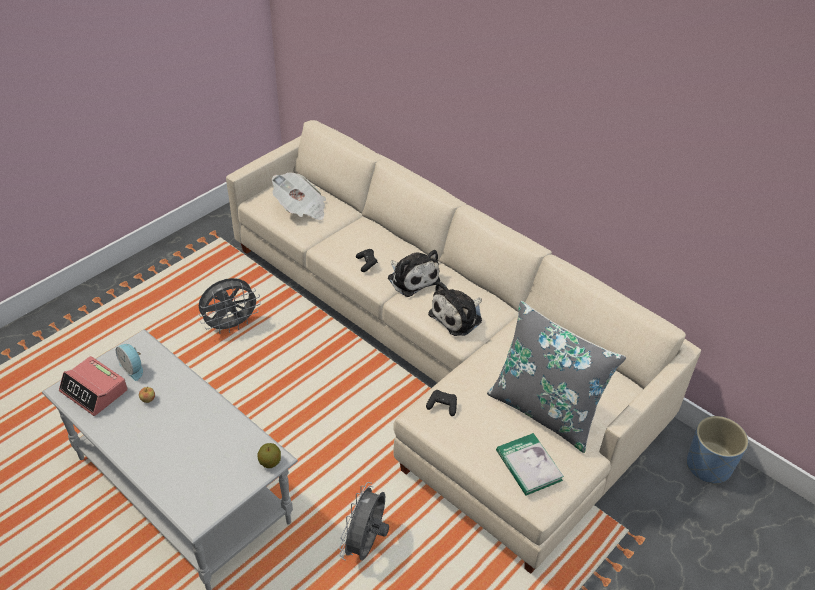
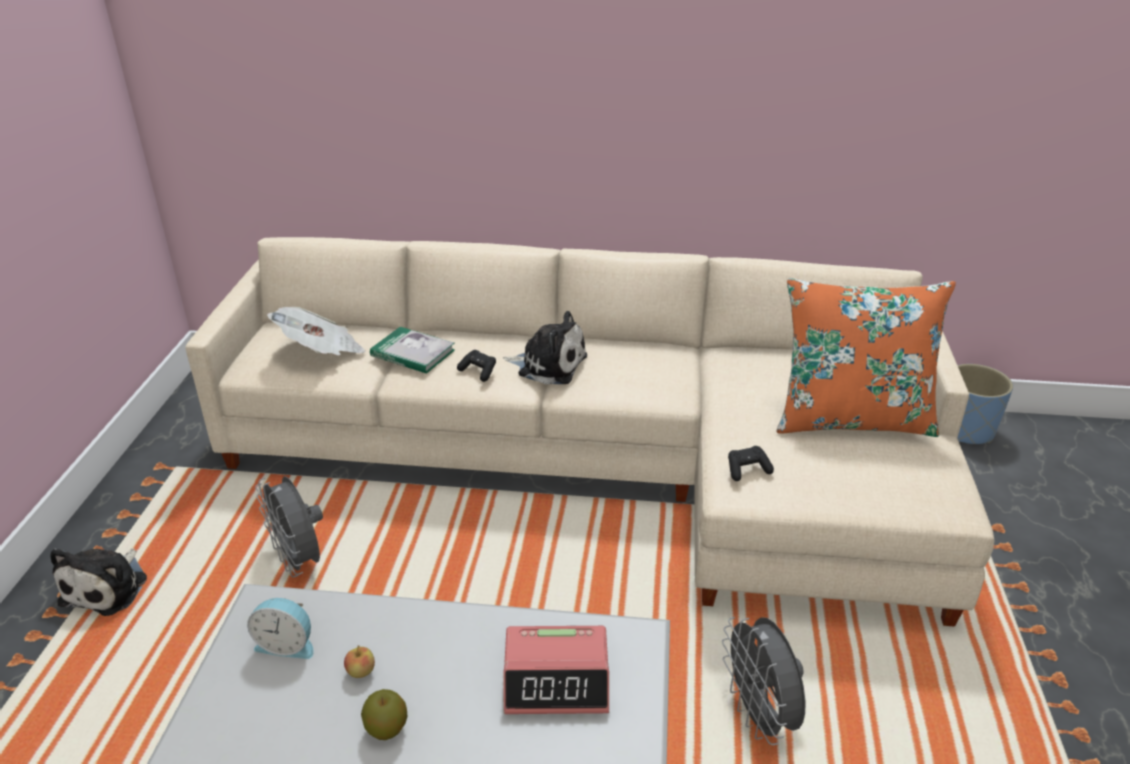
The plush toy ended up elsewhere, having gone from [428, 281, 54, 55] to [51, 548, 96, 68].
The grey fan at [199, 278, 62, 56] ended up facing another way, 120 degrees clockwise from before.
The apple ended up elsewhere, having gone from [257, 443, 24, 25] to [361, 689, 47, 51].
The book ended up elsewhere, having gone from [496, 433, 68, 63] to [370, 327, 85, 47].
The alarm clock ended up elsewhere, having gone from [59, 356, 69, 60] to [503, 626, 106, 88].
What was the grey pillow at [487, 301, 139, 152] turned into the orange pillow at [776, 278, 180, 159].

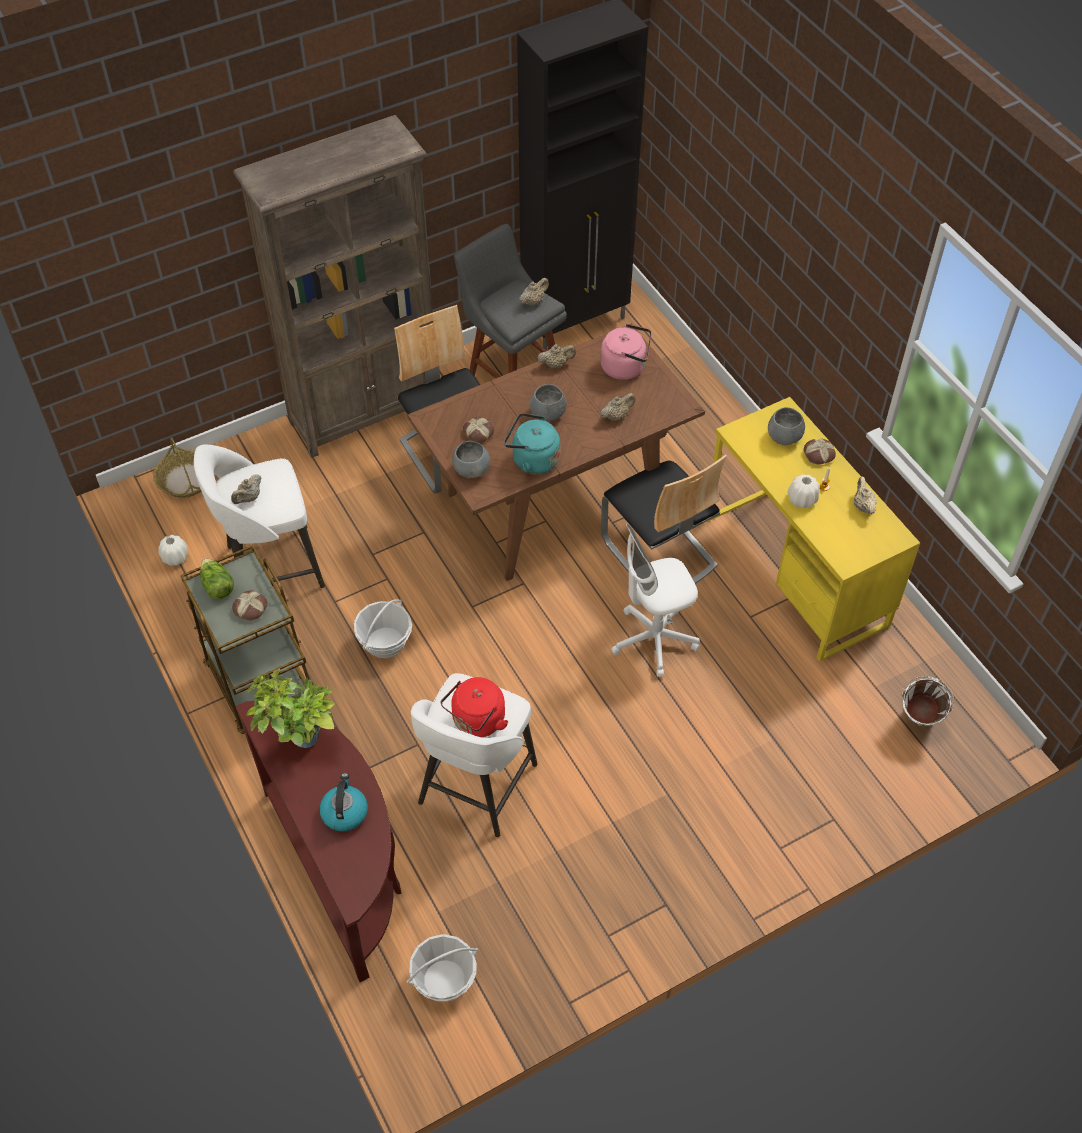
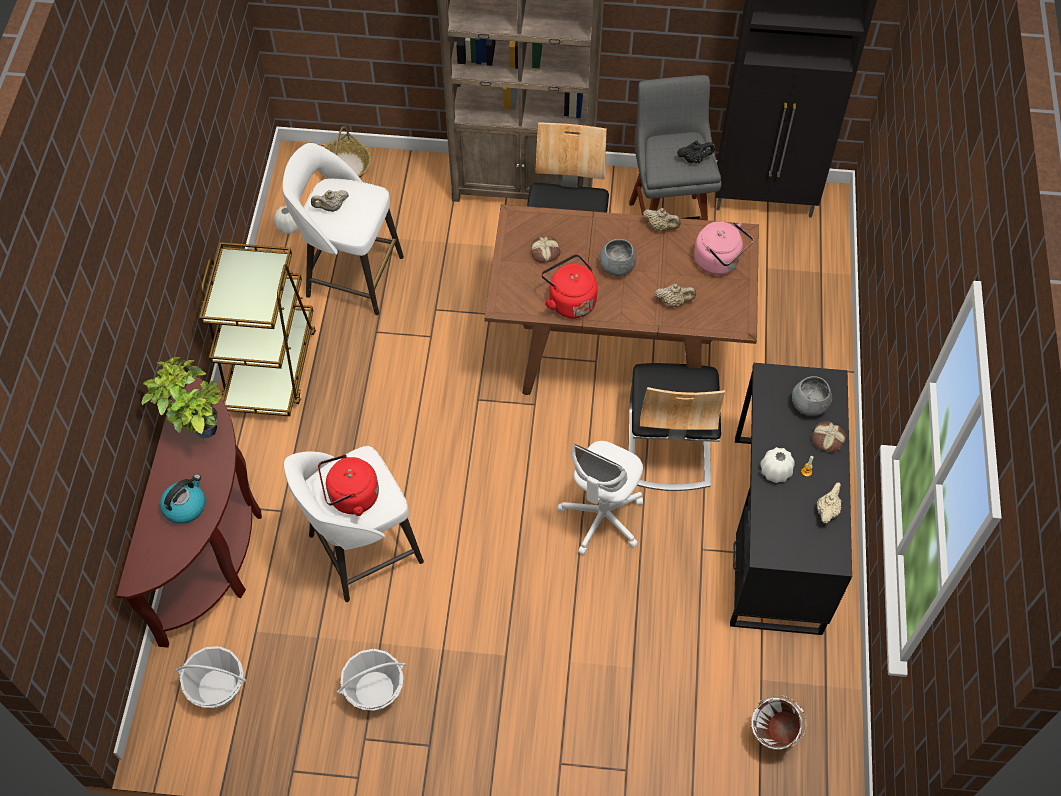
The basket ended up elsewhere, having gone from [354, 599, 58, 59] to [337, 649, 68, 62].
What was the turquoise kettle at [504, 413, 56, 61] turned into the red kettle at [541, 254, 57, 64].
The white office chair at [611, 524, 89, 153] ended up facing another way, 75 degrees counterclockwise from before.
What was the beige teapot at [519, 278, 30, 28] turned into the black teapot at [677, 141, 38, 22].
What was the yellow desk at [708, 397, 212, 265] turned into the black desk at [730, 363, 122, 272].
The second view lost the lettuce at [200, 558, 34, 42].
The second view lost the bread at [232, 590, 36, 31].
The second view lost the grey bowl at [452, 441, 38, 37].

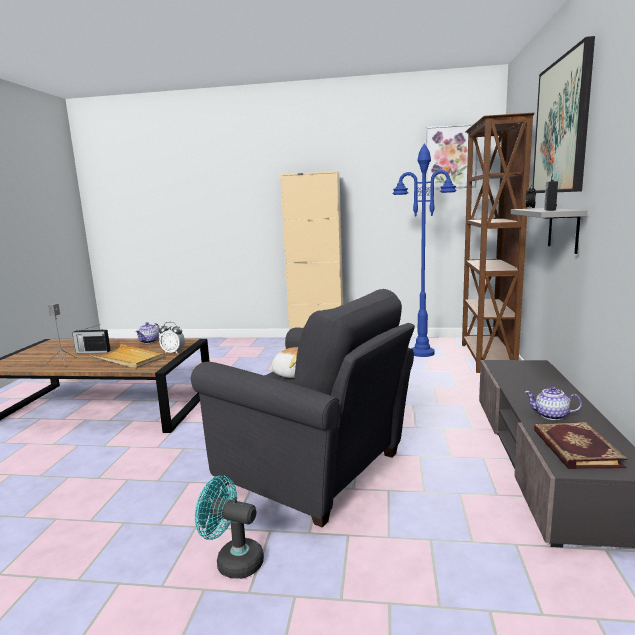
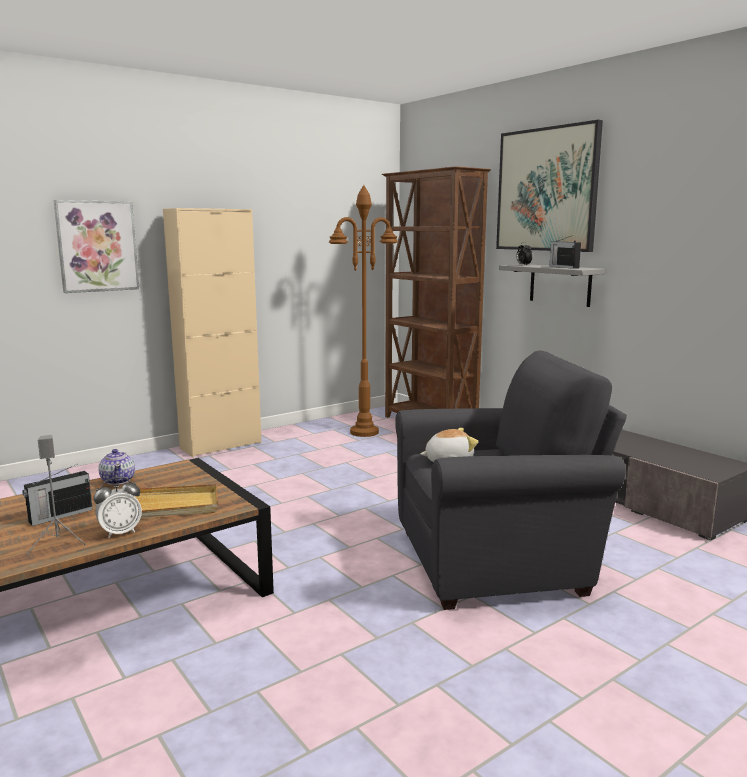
The picture ended up elsewhere, having gone from [426, 124, 52, 66] to [54, 200, 85, 93].
The alarm clock ended up elsewhere, having gone from [159, 322, 26, 32] to [93, 477, 49, 61].
What was the blue floor lamp at [393, 143, 64, 214] turned into the brown floor lamp at [329, 185, 69, 252].
The second view lost the turquoise fan at [195, 475, 69, 104].
The second view lost the teapot at [525, 386, 57, 34].
The second view lost the book at [534, 422, 94, 47].

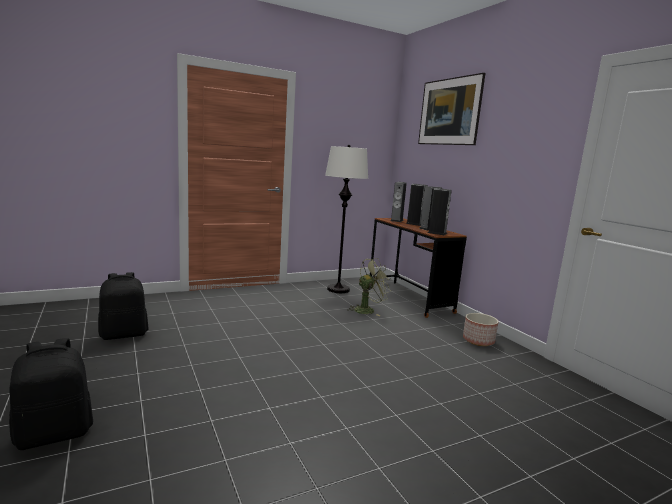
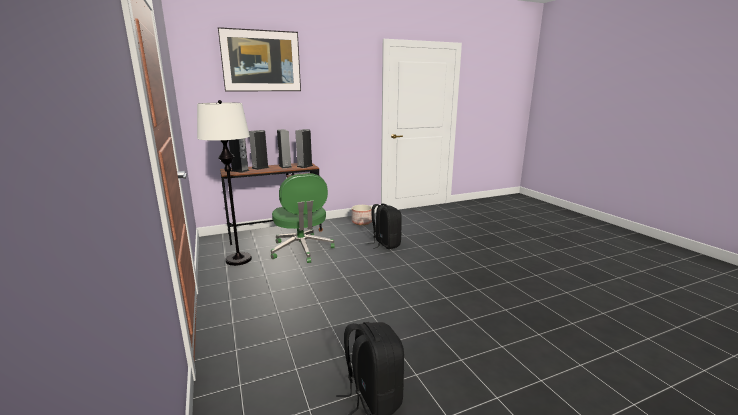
Where the green fan stood at [349, 258, 42, 58], the green office chair came to stand at [271, 173, 64, 90].
The black backpack ended up elsewhere, having gone from [9, 338, 84, 112] to [367, 204, 35, 45].

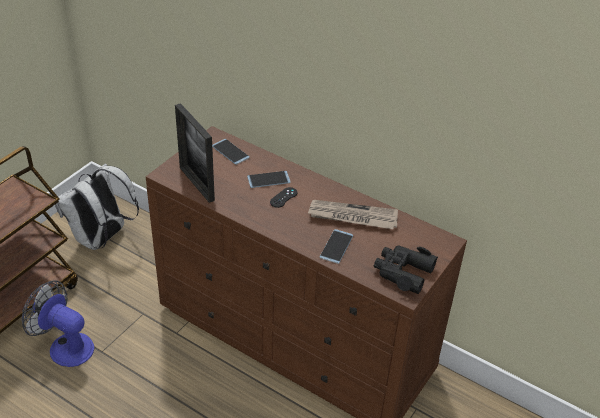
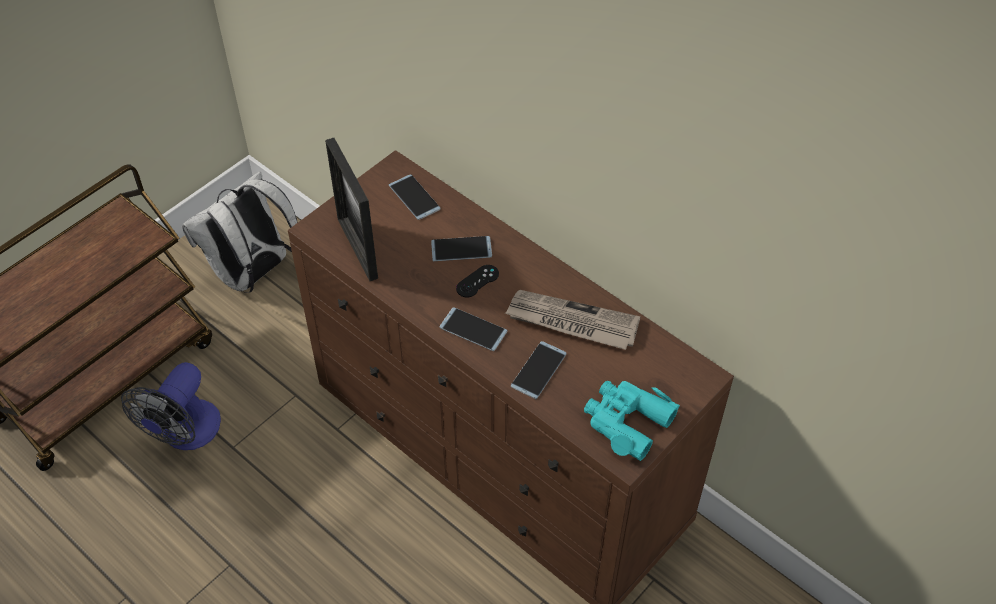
The fan at [22, 280, 73, 87] ended up facing another way, 105 degrees counterclockwise from before.
The second view gained the phone at [440, 307, 68, 44].
What was the black binoculars at [374, 245, 64, 49] turned into the turquoise binoculars at [584, 381, 96, 80].

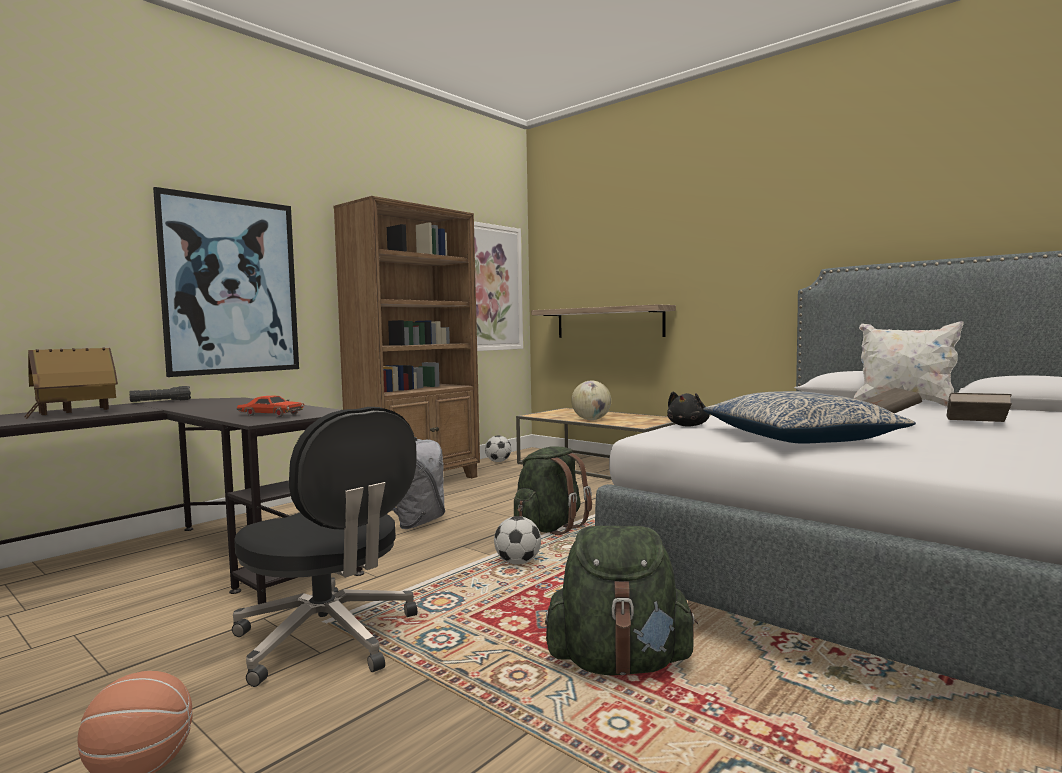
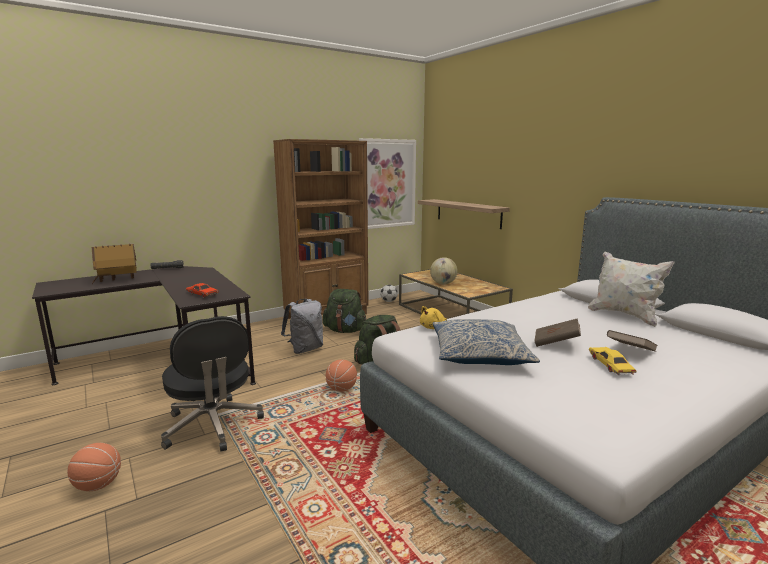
The green backpack ended up elsewhere, having gone from [545, 526, 153, 149] to [323, 289, 43, 44].
Where the football stood at [494, 516, 47, 49], the basketball came to stand at [326, 359, 31, 33].
What was the black plush toy at [667, 392, 43, 35] turned into the yellow plush toy at [420, 306, 27, 23].
The second view gained the yellow toy car at [589, 347, 47, 28].
The second view lost the picture at [153, 187, 146, 190].

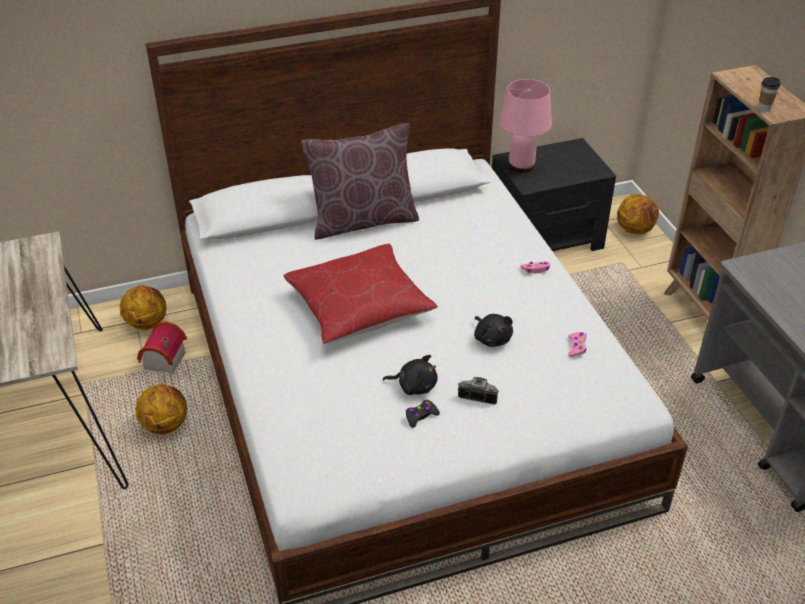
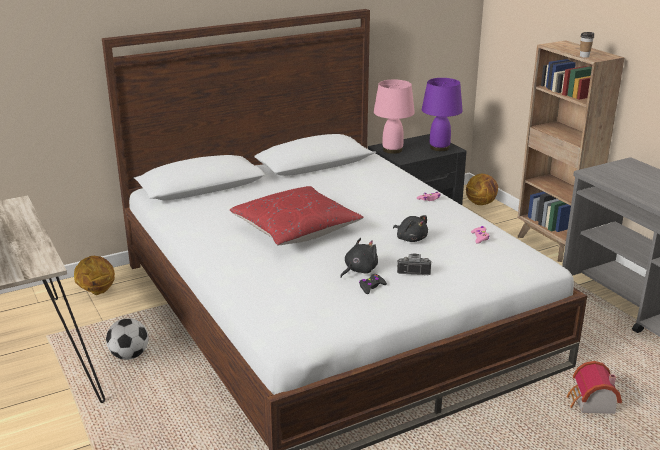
Where the basketball stood at [136, 384, 51, 51], the football came to stand at [106, 318, 42, 42].
The black plush toy at [383, 355, 55, 40] ended up facing another way, 45 degrees counterclockwise from before.
The second view gained the purple table lamp at [422, 78, 41, 73].
The toy house ended up elsewhere, having gone from [137, 322, 50, 51] to [567, 361, 55, 53].
The second view lost the brown pillow at [301, 123, 118, 117].

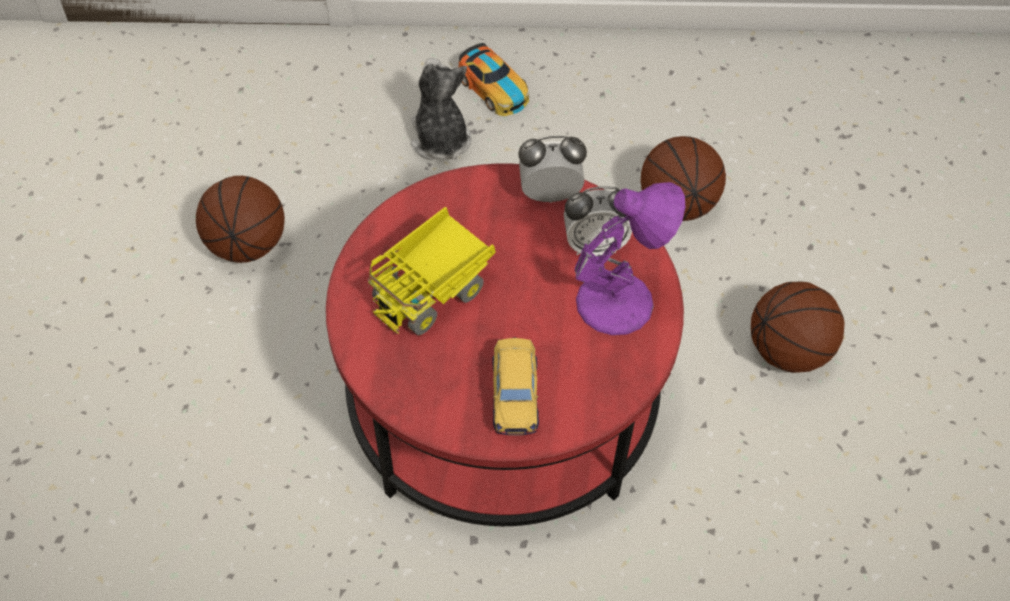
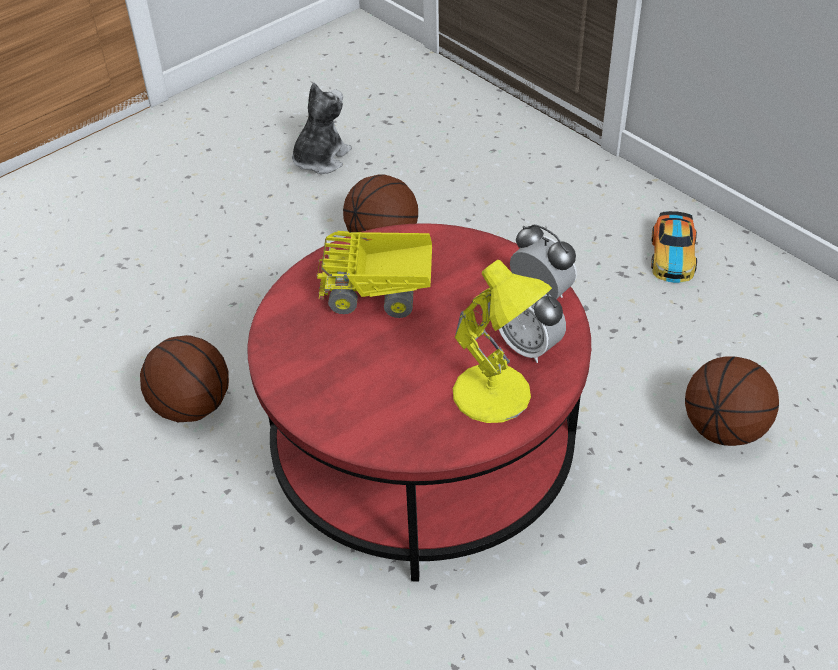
The basketball ended up elsewhere, having gone from [751, 282, 94, 91] to [140, 335, 89, 87].
The plush toy ended up elsewhere, having gone from [411, 58, 60, 102] to [292, 82, 60, 92].
What was the purple table lamp at [574, 182, 112, 153] turned into the yellow table lamp at [453, 260, 99, 163].
The second view lost the toy car at [493, 337, 46, 99].

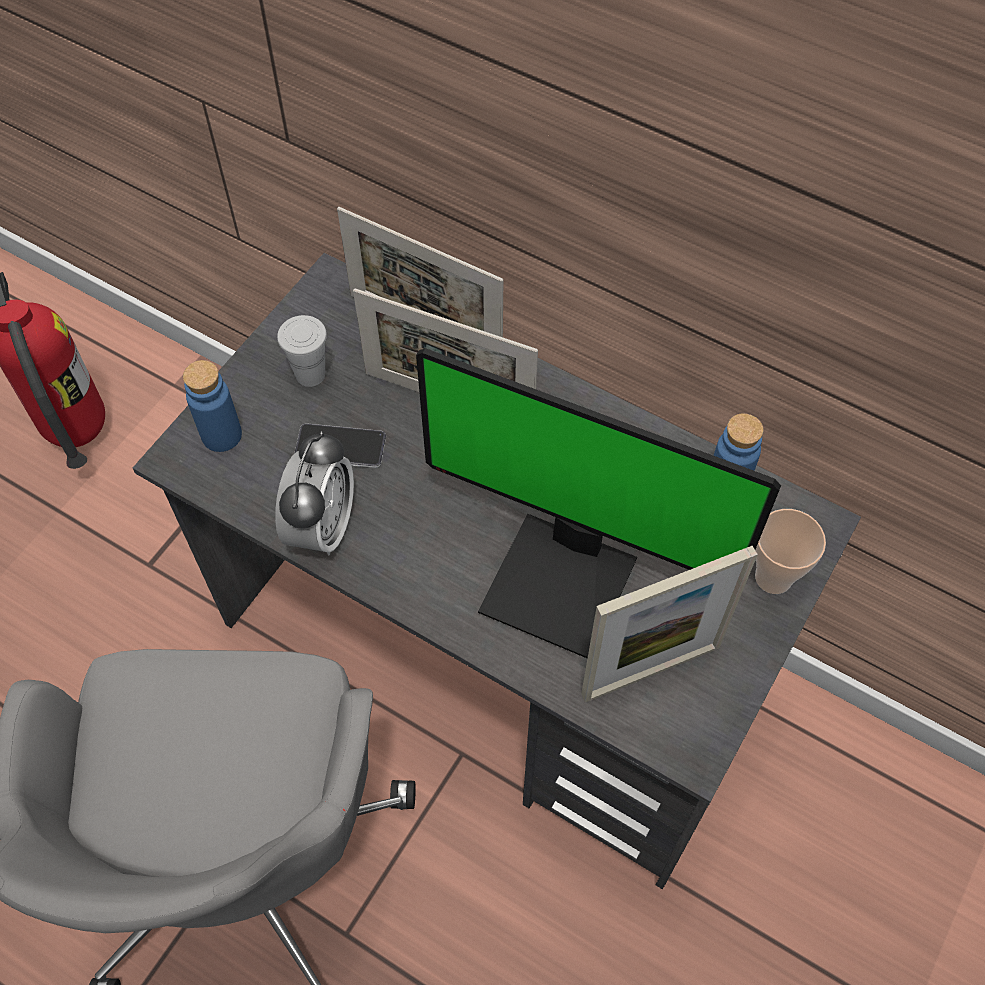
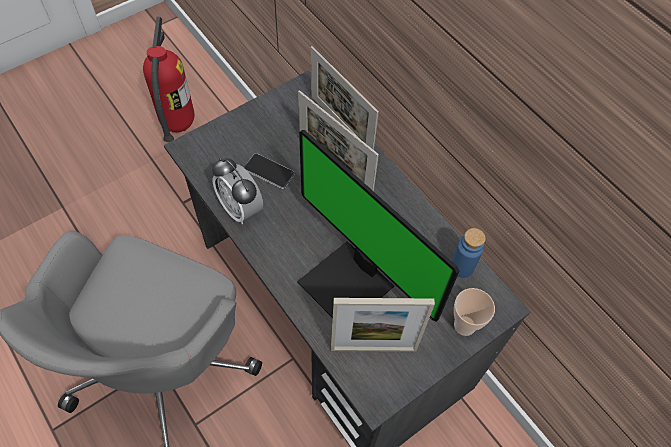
The alarm clock at [275, 431, 79, 124] ended up facing another way, 105 degrees clockwise from before.
The second view lost the blue bottle at [183, 360, 59, 92].
The second view lost the white cup at [277, 315, 50, 72].

